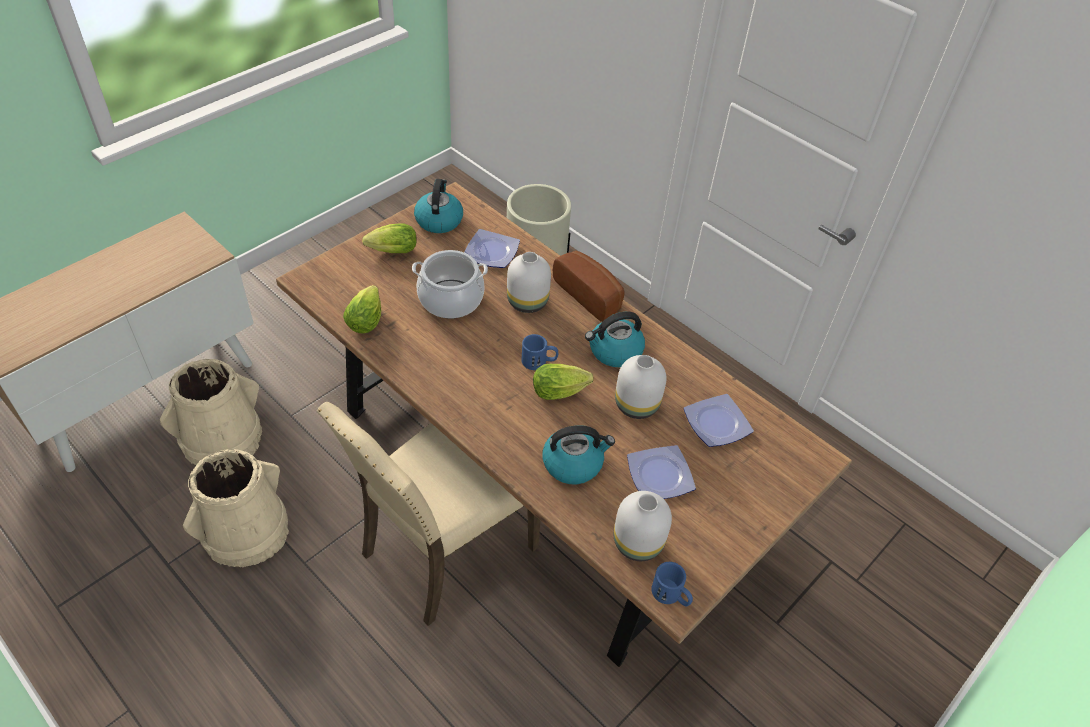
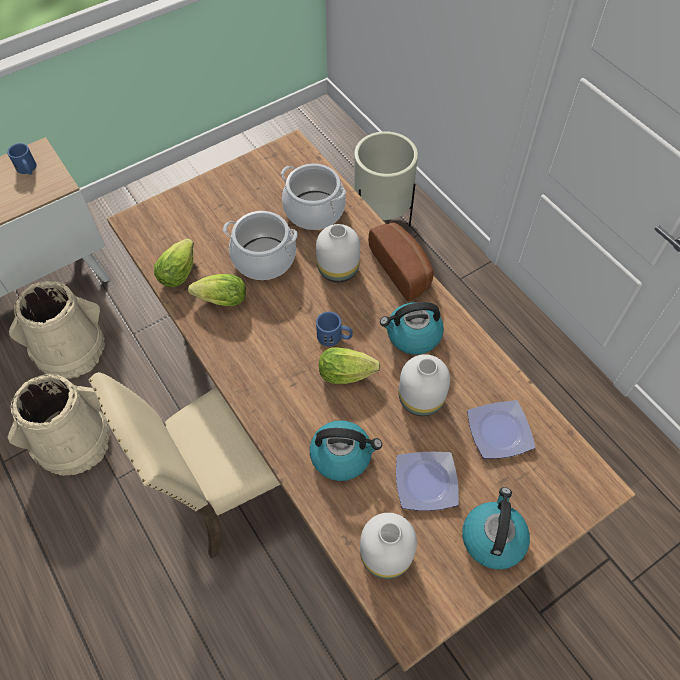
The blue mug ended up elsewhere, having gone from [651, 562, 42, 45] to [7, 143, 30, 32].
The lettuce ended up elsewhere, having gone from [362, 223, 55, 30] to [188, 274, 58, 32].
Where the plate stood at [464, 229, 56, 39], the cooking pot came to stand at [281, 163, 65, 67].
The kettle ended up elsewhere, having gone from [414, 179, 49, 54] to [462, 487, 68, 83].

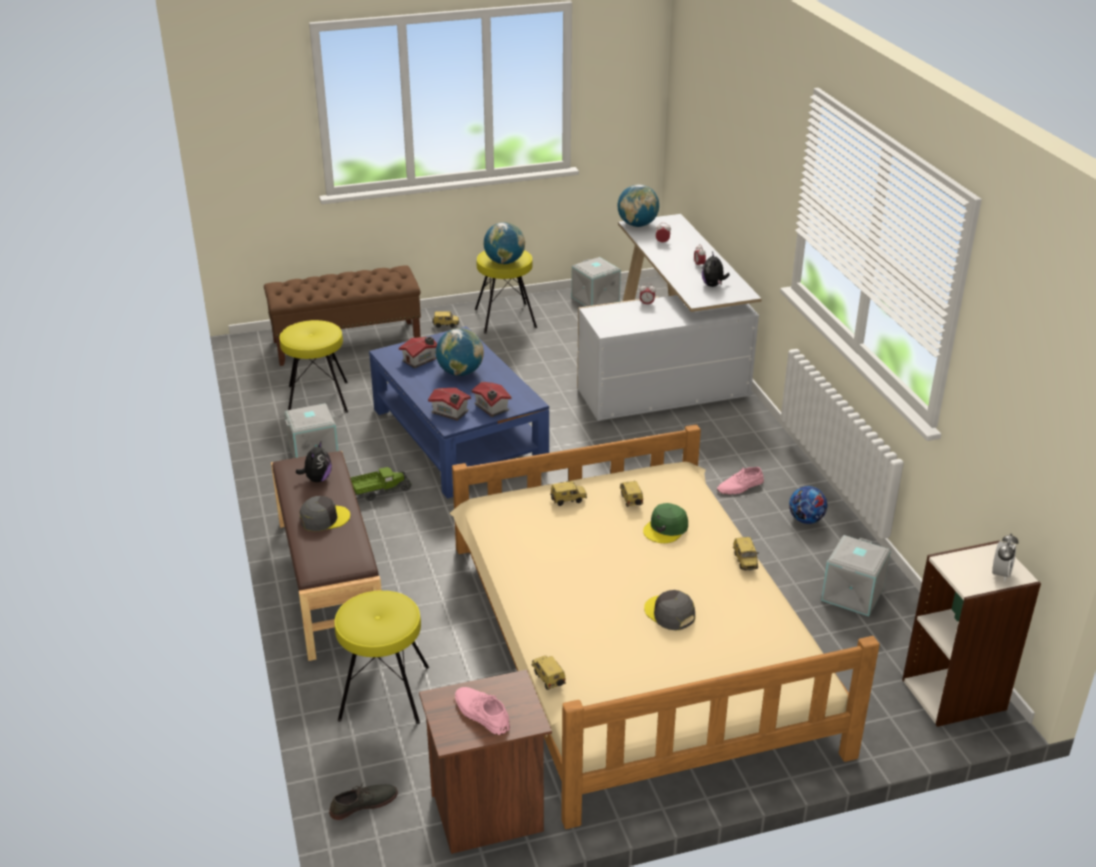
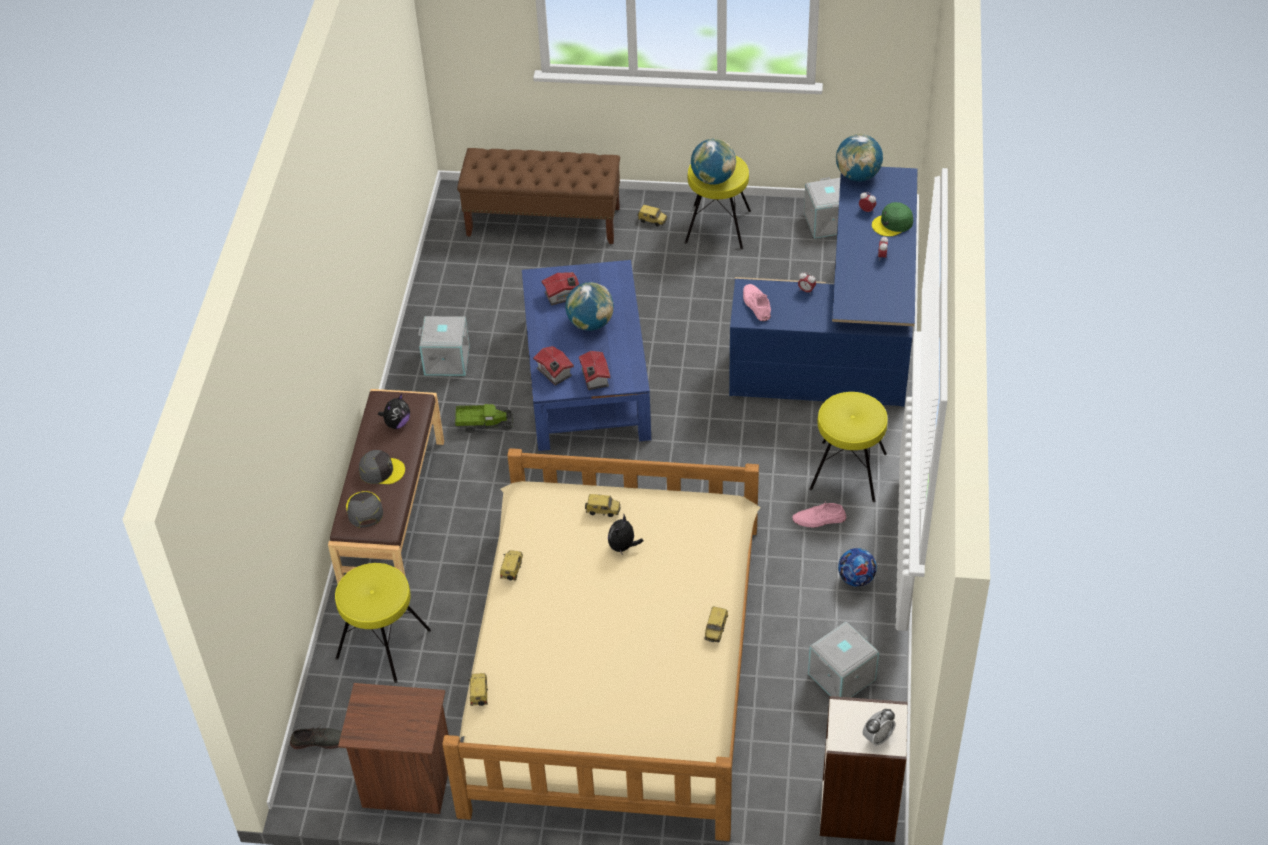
The grey cap ended up elsewhere, having gone from [644, 590, 51, 41] to [346, 491, 37, 37].
The toy car ended up elsewhere, having gone from [620, 481, 23, 26] to [500, 550, 23, 31].
The plush toy ended up elsewhere, having gone from [702, 251, 28, 36] to [608, 514, 35, 41].
What was the white desk at [577, 214, 185, 207] turned into the blue desk at [729, 167, 189, 240].
The pink shoe ended up elsewhere, having gone from [455, 687, 55, 48] to [743, 284, 28, 37].
The yellow stool ended up elsewhere, having gone from [279, 320, 69, 93] to [809, 392, 79, 110].
The green cap ended up elsewhere, having gone from [643, 503, 45, 40] to [872, 202, 41, 35].

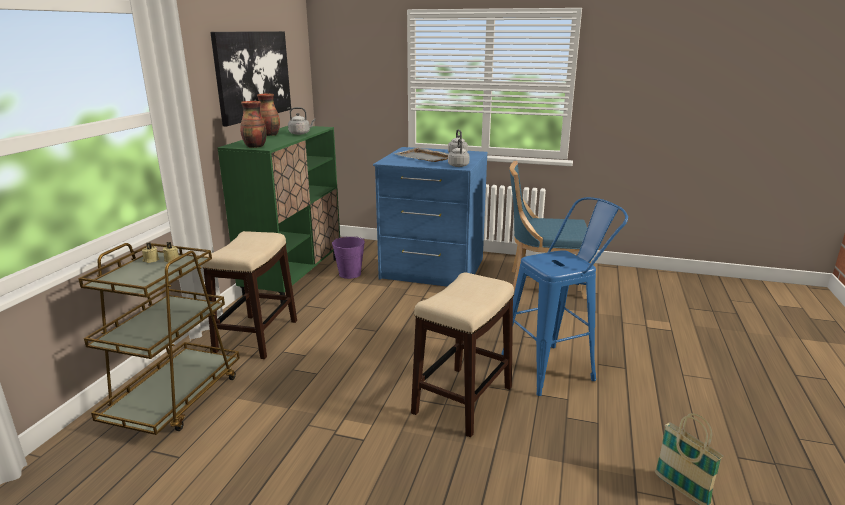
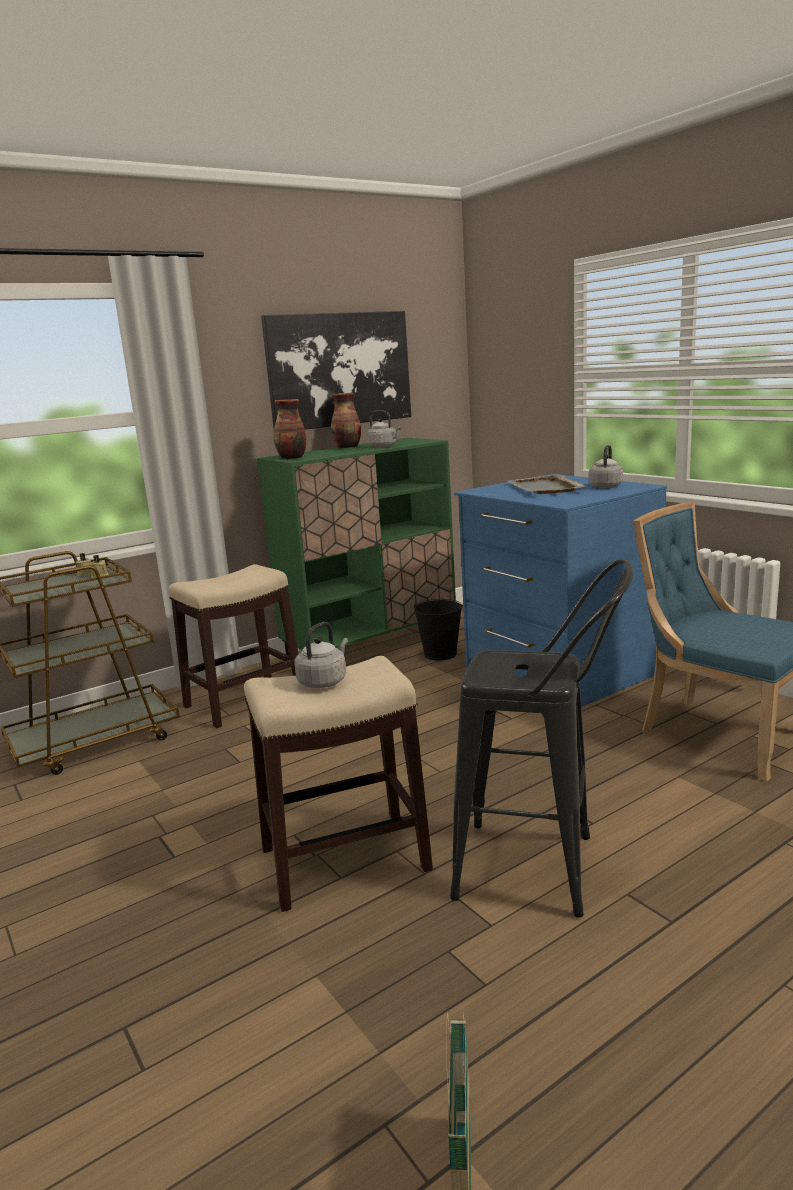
The grey kettle ended up elsewhere, having gone from [448, 139, 22, 28] to [294, 622, 54, 66].
What was the purple bucket at [332, 236, 33, 43] turned into the black bucket at [414, 599, 48, 61].
What was the blue stool at [501, 197, 127, 199] turned into the black stool at [450, 559, 183, 359].

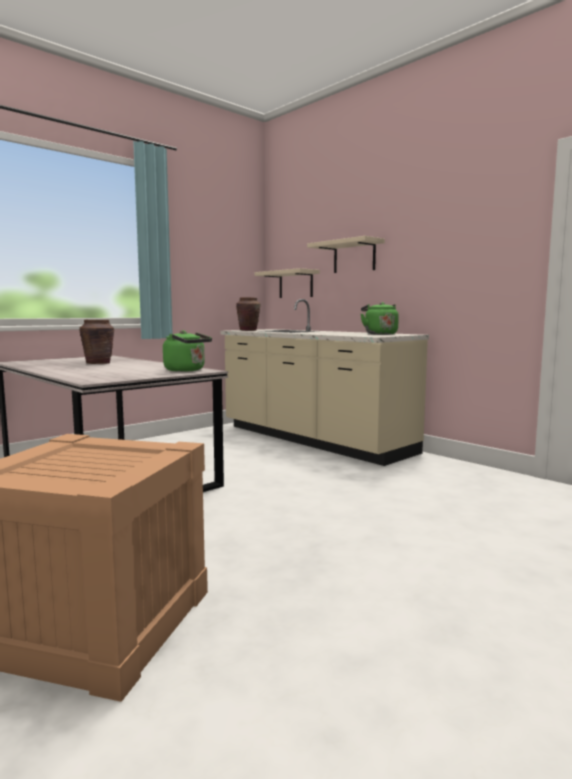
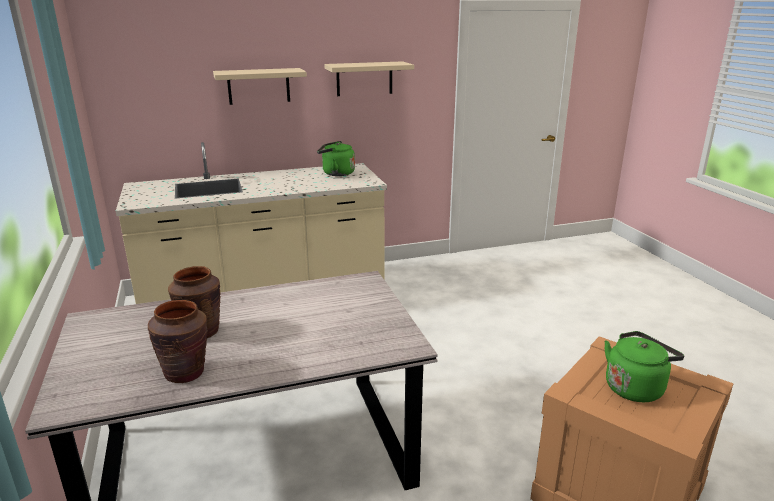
The brown vase ended up elsewhere, having gone from [236, 297, 25, 34] to [148, 300, 60, 83].
The beige shelf ended up elsewhere, having gone from [255, 268, 65, 30] to [324, 61, 90, 35].
The green kettle ended up elsewhere, having gone from [163, 330, 49, 42] to [604, 331, 80, 71].

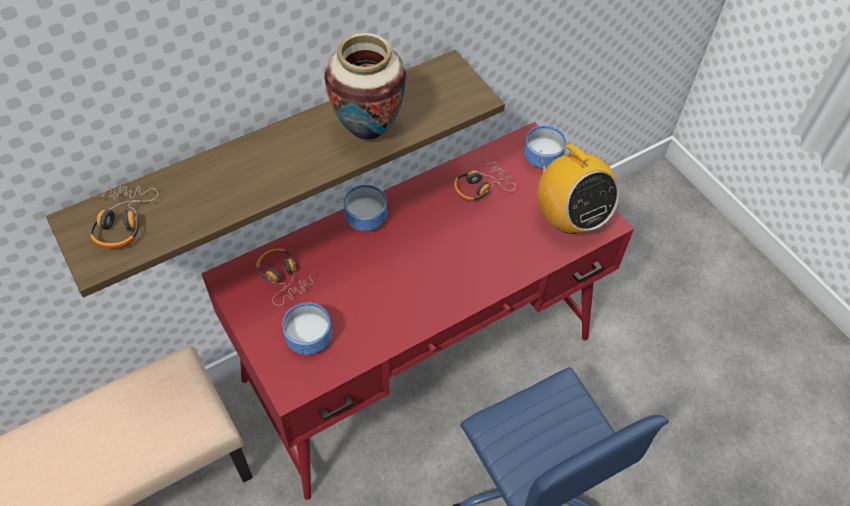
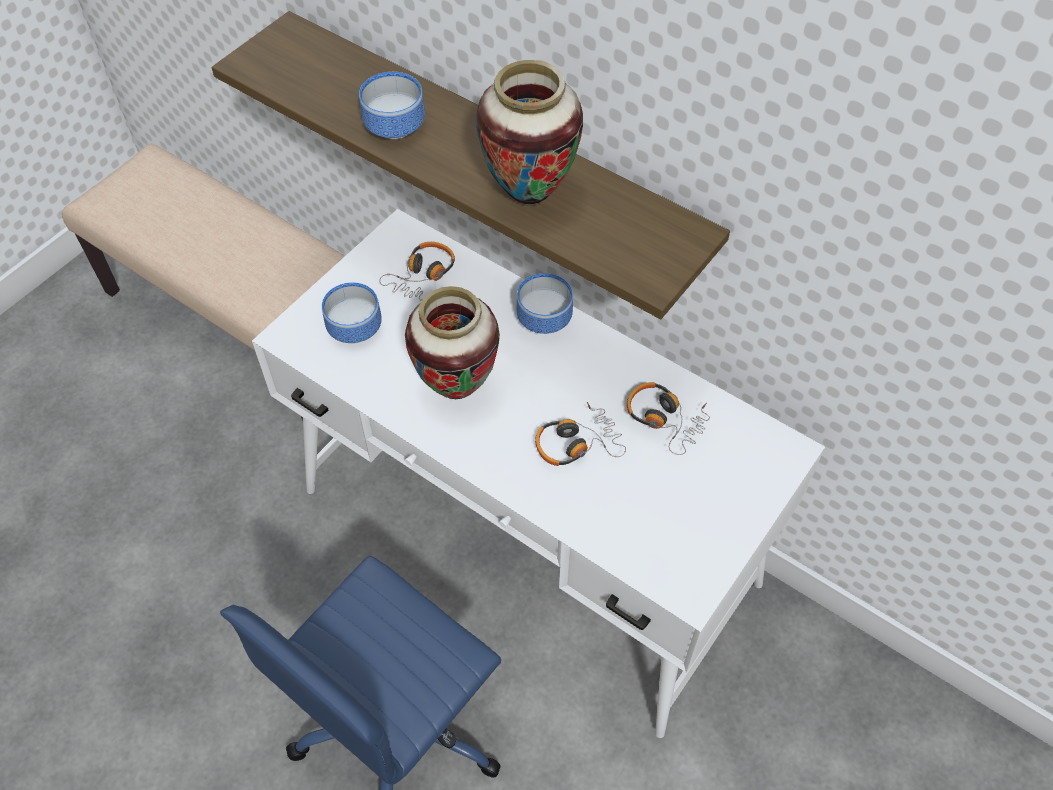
What was the red desk at [201, 122, 433, 378] turned into the white desk at [252, 209, 573, 529].
The bowl ended up elsewhere, having gone from [524, 125, 42, 43] to [359, 72, 66, 67].
The second view gained the vase at [405, 286, 95, 113].
The headphones ended up elsewhere, having gone from [90, 186, 68, 62] to [535, 402, 91, 64].
The second view lost the radio at [537, 144, 82, 90].

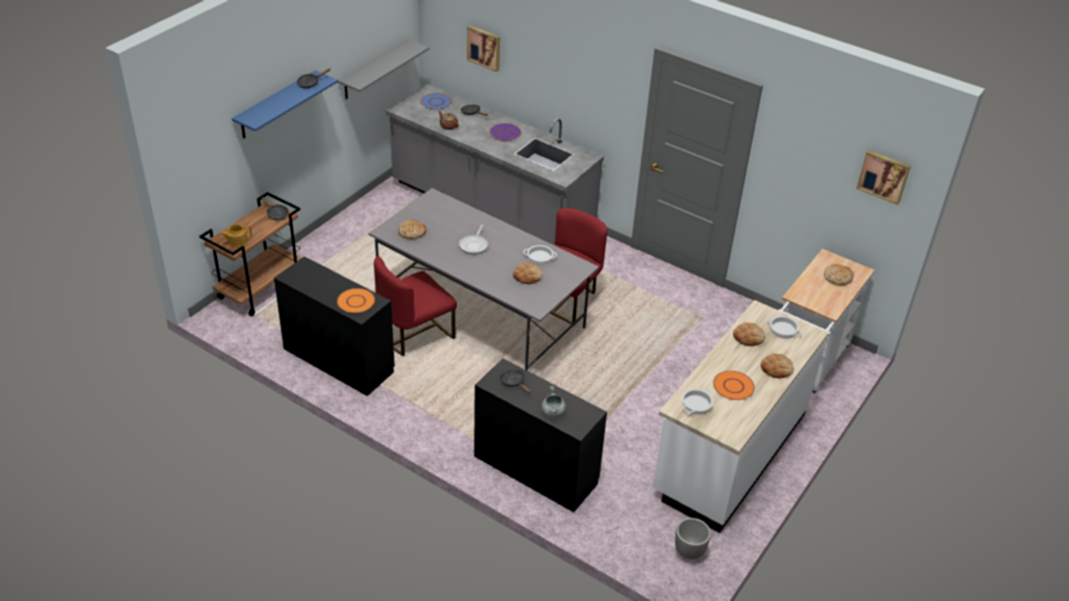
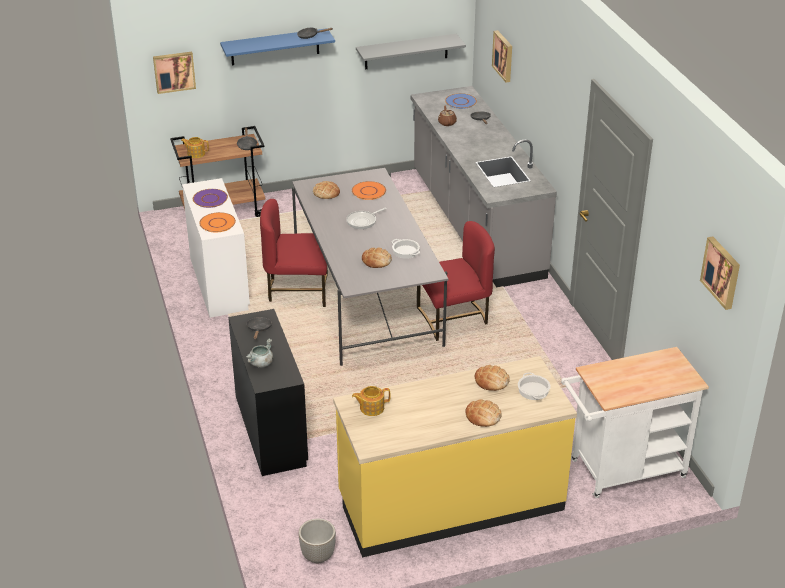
The second view gained the picture at [153, 52, 43, 42].
What was the black desk at [274, 256, 121, 140] turned into the white desk at [182, 178, 68, 140].
The purple plate ended up elsewhere, having gone from [489, 123, 32, 18] to [193, 189, 35, 19].
What was the white counter at [653, 300, 176, 233] turned into the yellow counter at [333, 356, 244, 202].
The orange plate ended up elsewhere, having gone from [713, 371, 42, 29] to [352, 181, 34, 19].
Where the cooking pot stood at [682, 388, 31, 27], the teapot came to stand at [352, 386, 39, 30].
The second view lost the bread at [824, 265, 30, 20].

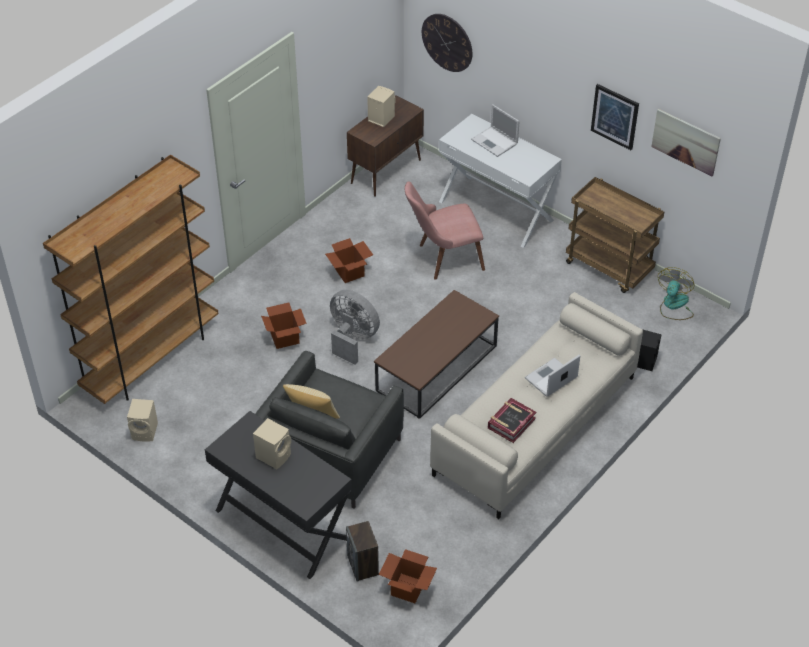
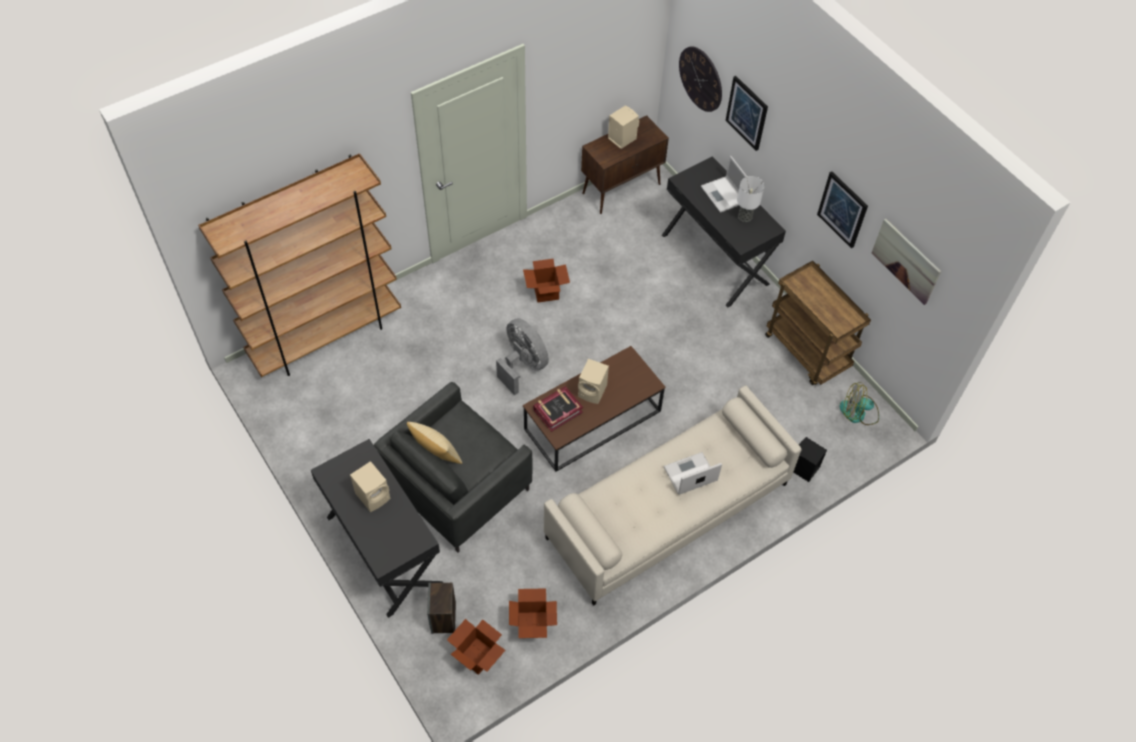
The cardboard box ended up elsewhere, having gone from [261, 302, 46, 47] to [509, 588, 48, 50].
The book ended up elsewhere, having gone from [488, 398, 48, 45] to [534, 386, 49, 46].
The beige speaker ended up elsewhere, having gone from [127, 399, 31, 43] to [578, 359, 31, 45].
What was the white desk at [439, 114, 123, 134] turned into the black desk at [662, 156, 124, 152].
The second view gained the picture at [726, 76, 42, 75].
The second view gained the table lamp at [737, 176, 27, 46].
The fan at [658, 267, 36, 53] ended up facing another way, 120 degrees counterclockwise from before.
The second view lost the pink chair at [405, 181, 80, 98].

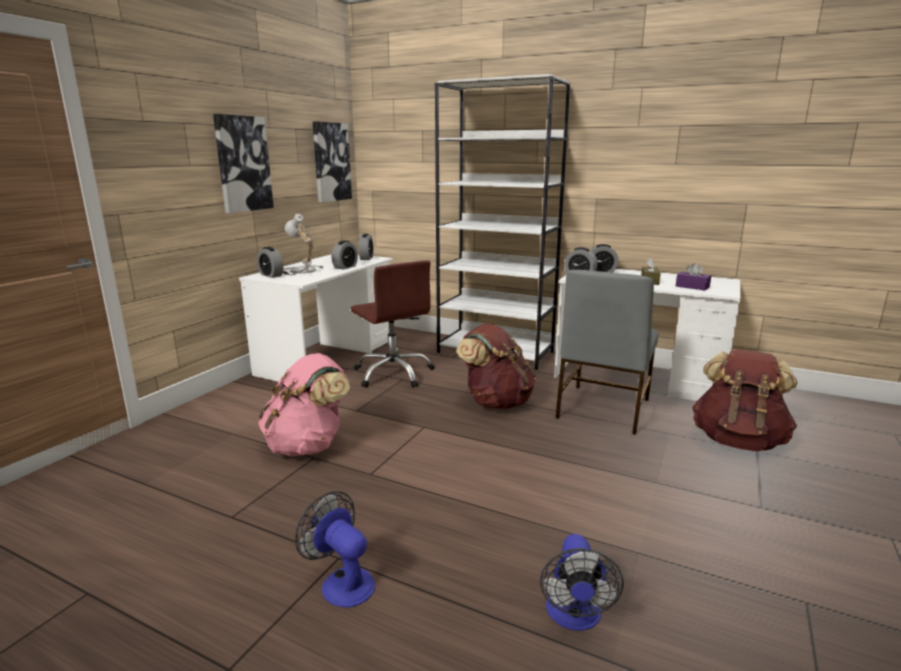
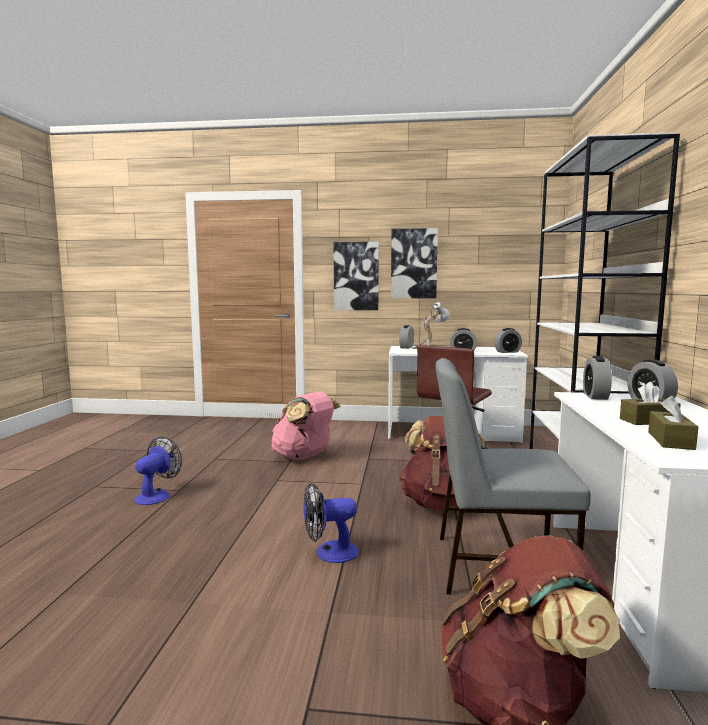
The fan ended up elsewhere, having gone from [540, 534, 84, 97] to [304, 483, 55, 80].
The picture ended up elsewhere, having gone from [312, 121, 40, 81] to [334, 242, 45, 68].
What was the purple tissue box at [676, 263, 35, 28] turned into the brown tissue box at [648, 396, 50, 54].

